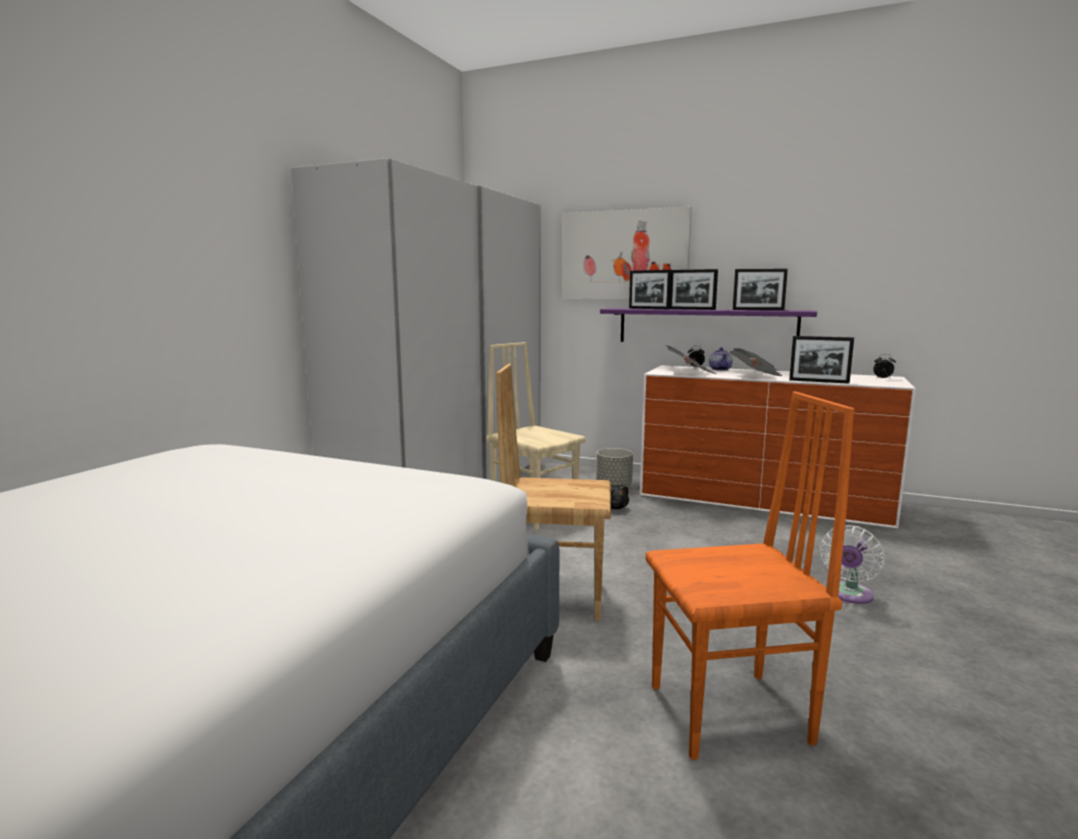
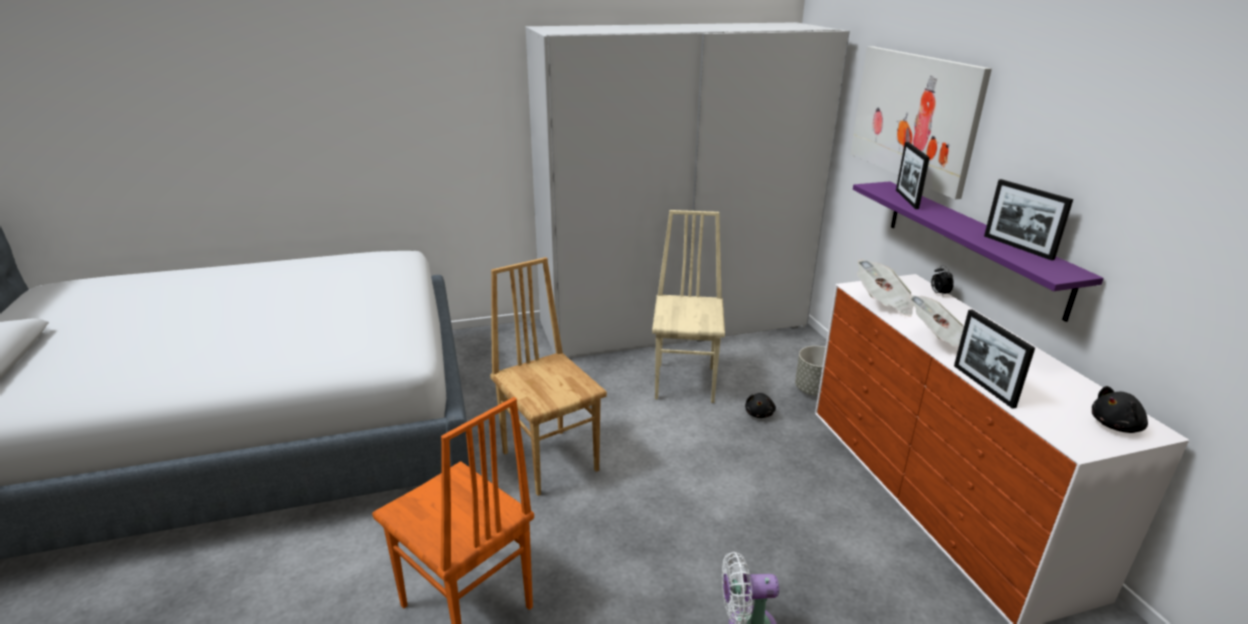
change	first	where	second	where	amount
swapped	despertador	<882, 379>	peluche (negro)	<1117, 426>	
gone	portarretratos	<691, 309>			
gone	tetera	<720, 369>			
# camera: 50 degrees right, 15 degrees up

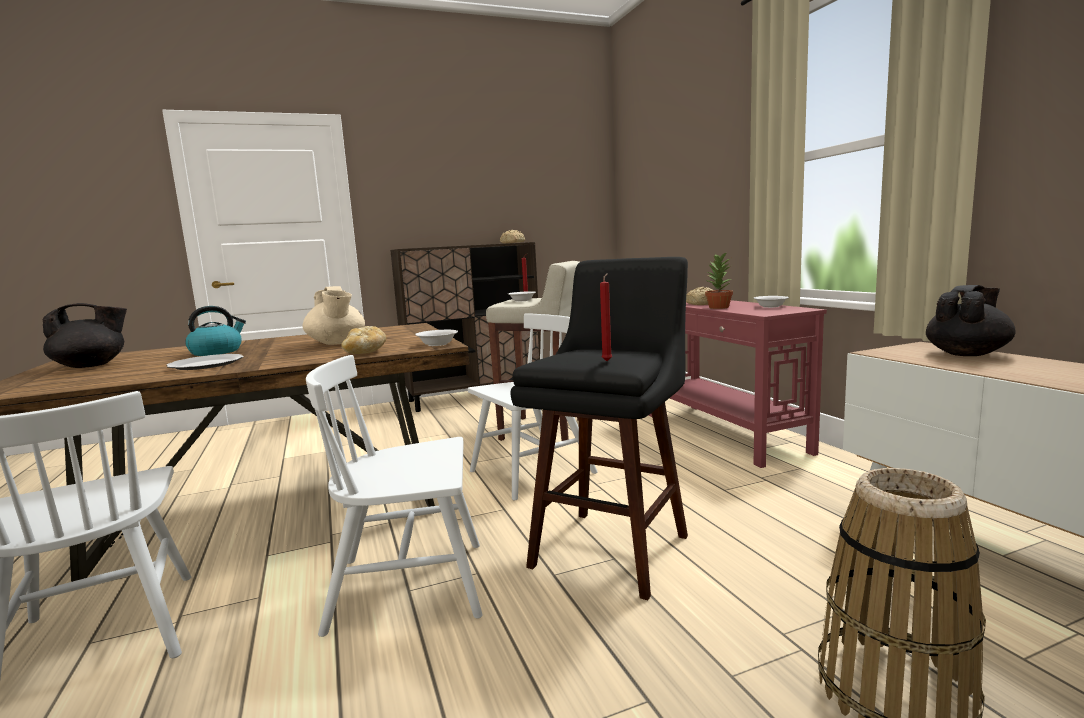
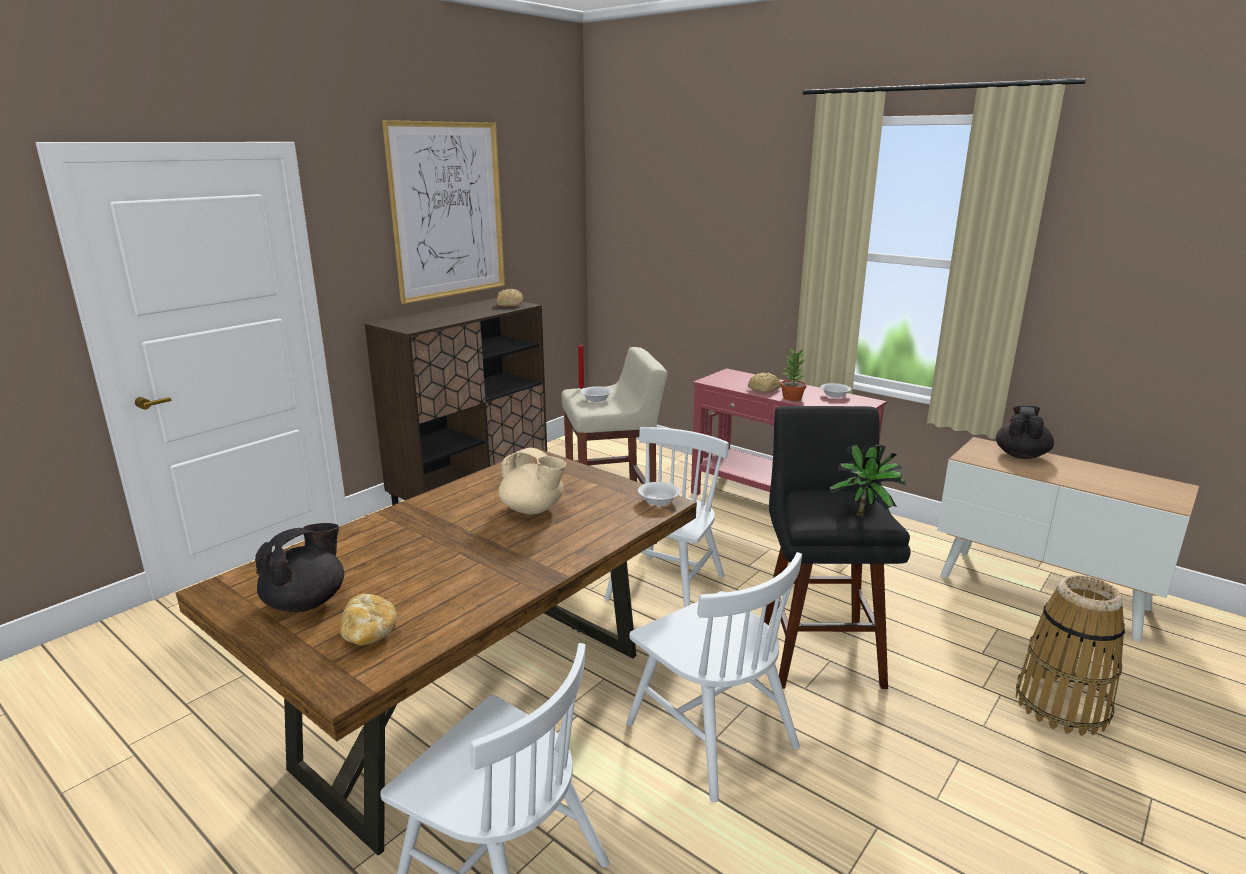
change	first	where	second	where	amount
shifted	pan	<365, 353>		<369, 634>	
new			cuadro	<447, 211>	
rotated	silla (blanco)	<410, 586>		<711, 734>	90 degrees counterclockwise
swapped	vela (rojo)	<607, 361>	planta en maceta	<865, 516>	
gone	plato	<206, 364>			
gone	hervidor	<217, 352>			
# camera: 30 degrees left, 10 degrees up

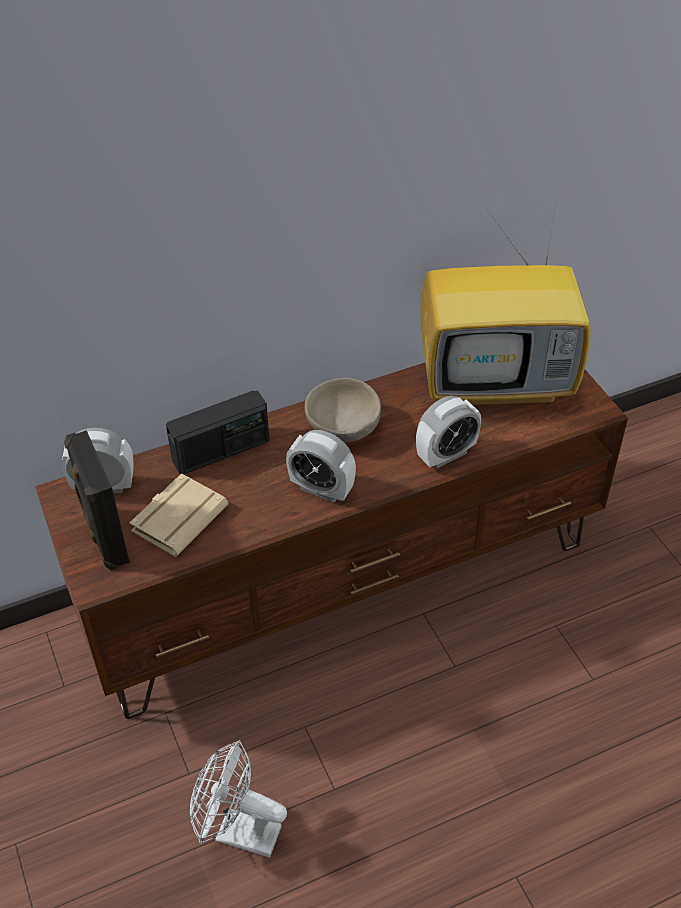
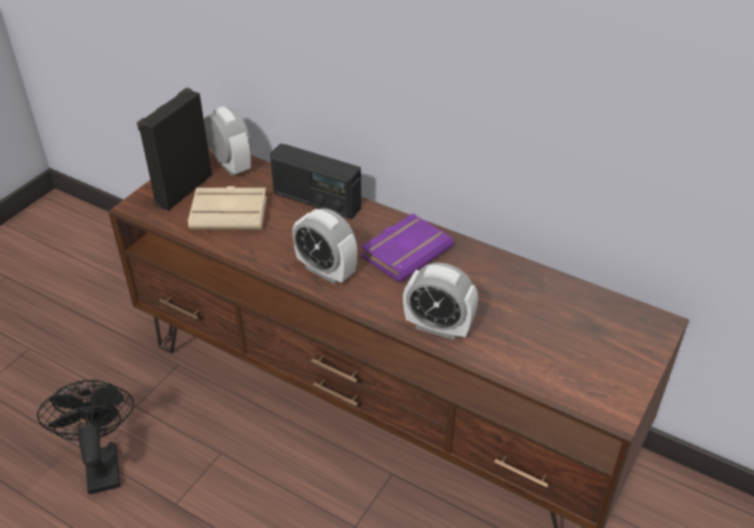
change	first	where	second	where	amount
repainted	ventilador (blanco)	<238, 832>	ventilador (negro)	<101, 463>	
rotated	despertador	<321, 489>		<326, 271>	45 degrees counterclockwise
swapped	cuenco (beis)	<342, 428>	libro (morado)	<406, 251>	
gone	televisor	<498, 382>			
# camera: 55 degrees right, 5 degrees down

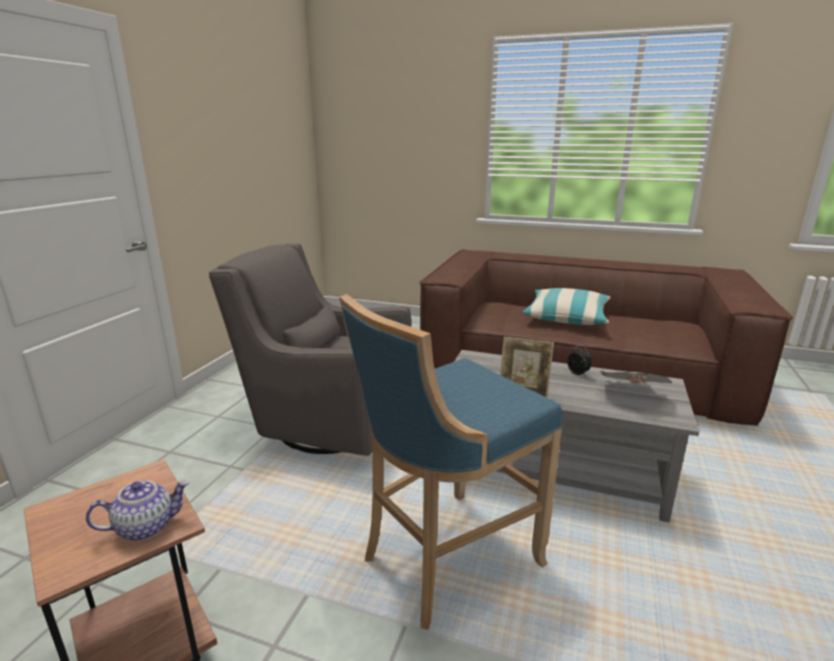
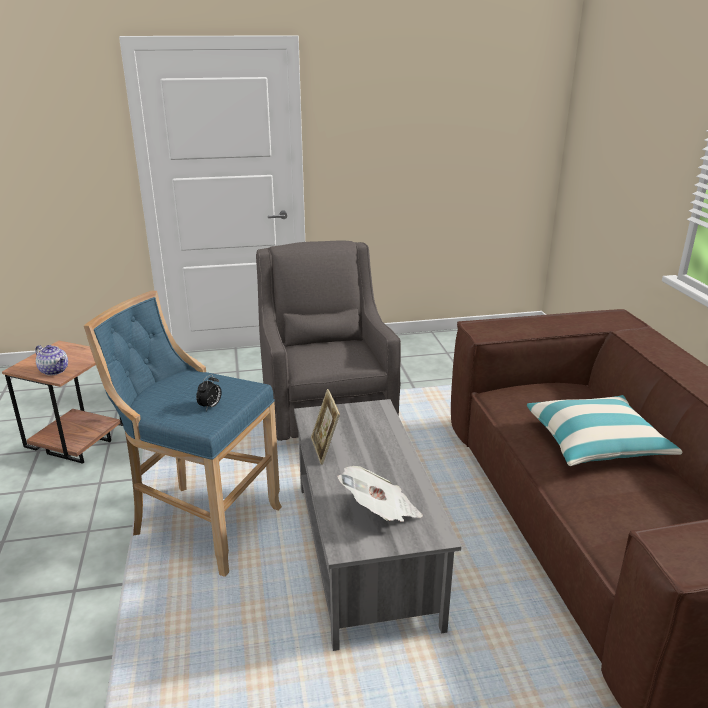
change	first	where	second	where	amount
shifted	despertador	<578, 374>		<210, 406>	
# camera: 60 degrees right, 5 degrees up

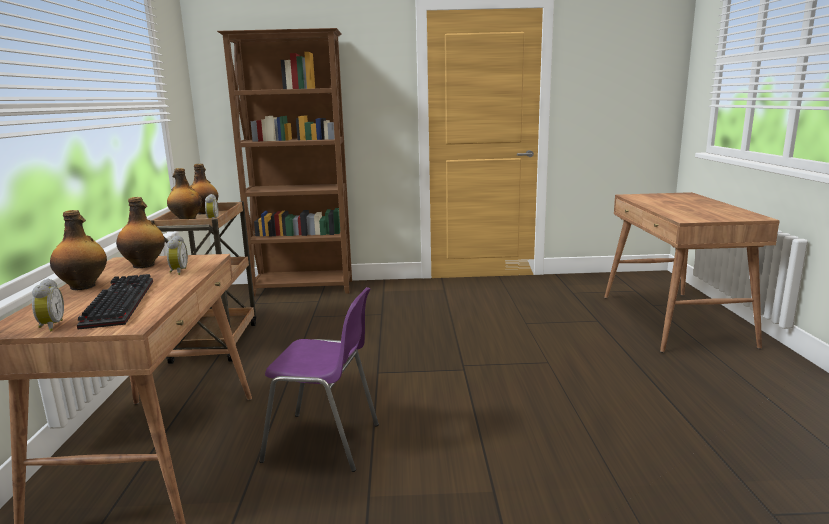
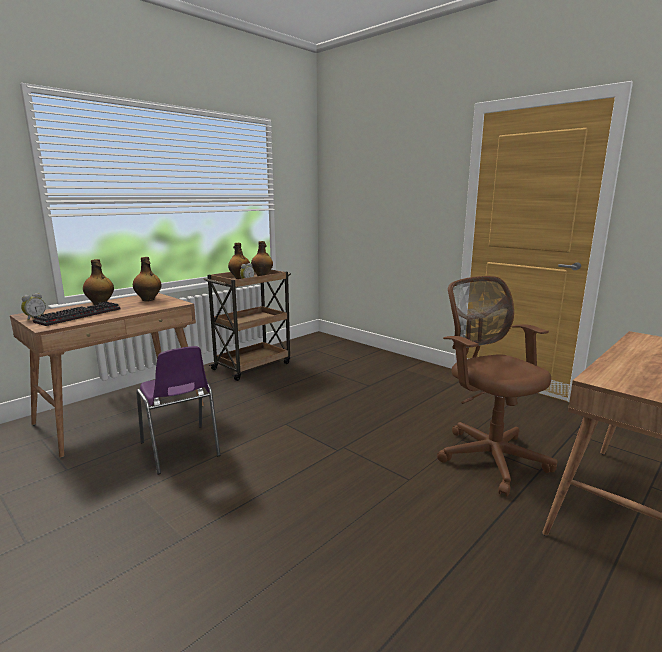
change	first	where	second	where	amount
new			silla de oficina (marrón)	<489, 456>	
gone	despertador	<177, 272>			
gone	estantería (marrón)	<304, 289>			
# camera: 45 degrees right, 0 degrees up

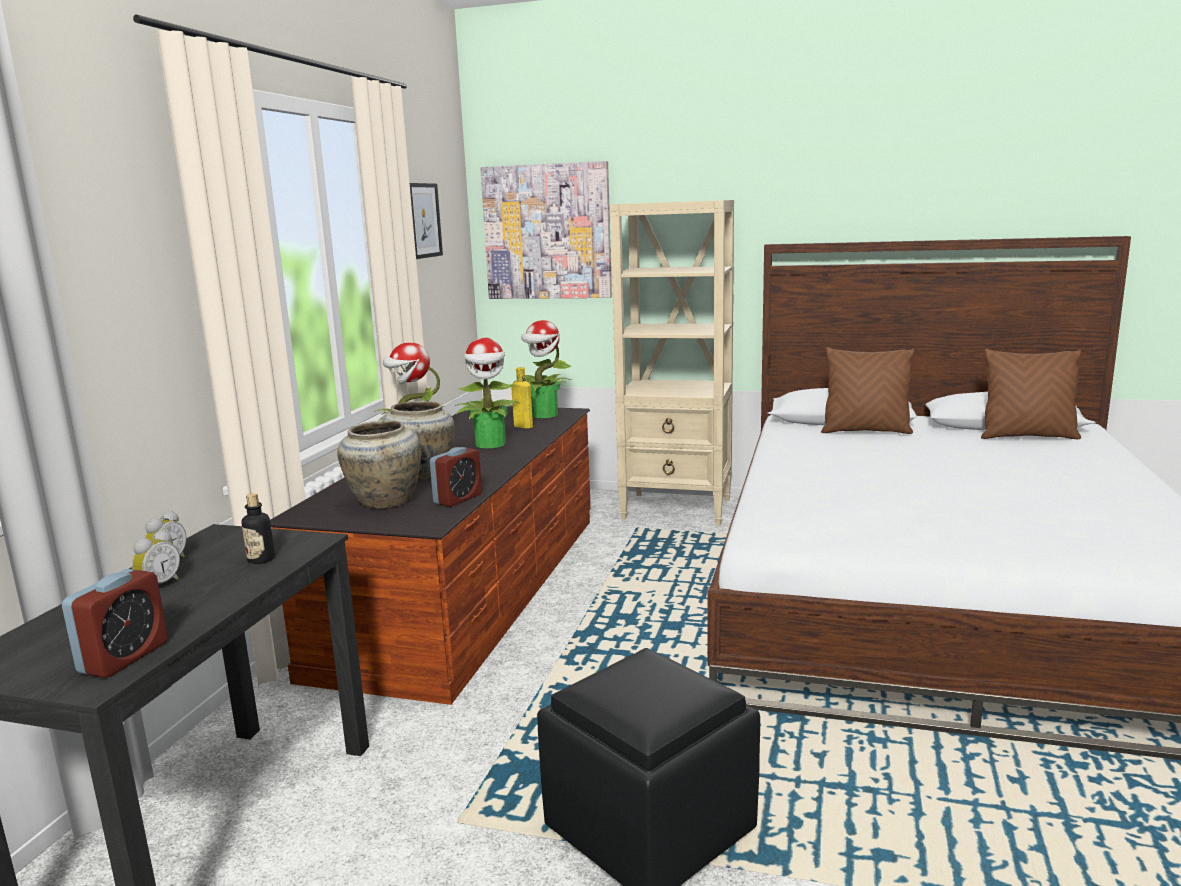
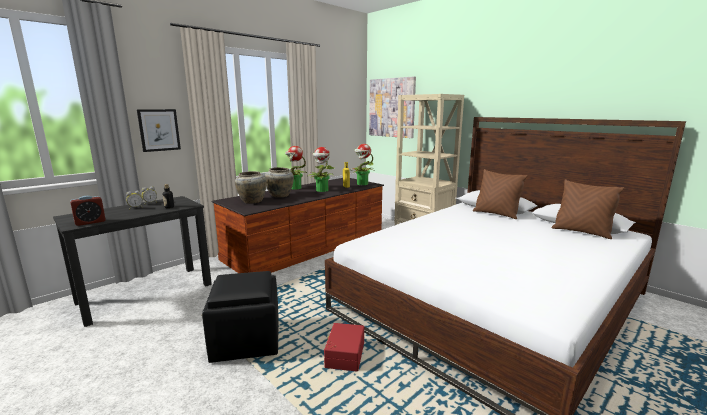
change	first	where	second	where	amount
shifted	cuadro	<423, 220>		<159, 130>	
new			caja de almacenaje (rojo)	<344, 355>	
gone	despertador	<458, 499>			
# camera: 30 degrees right, 0 degrees up

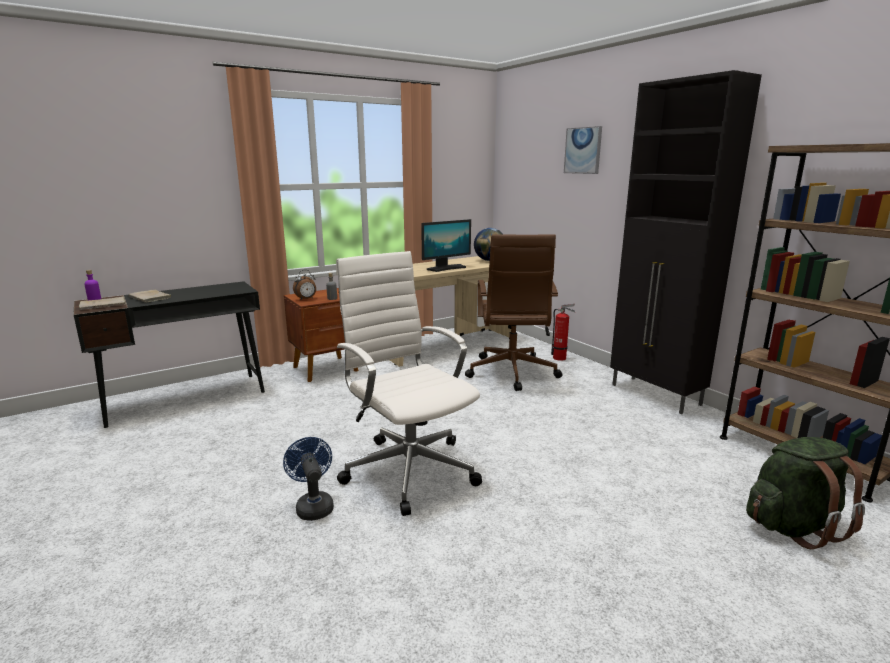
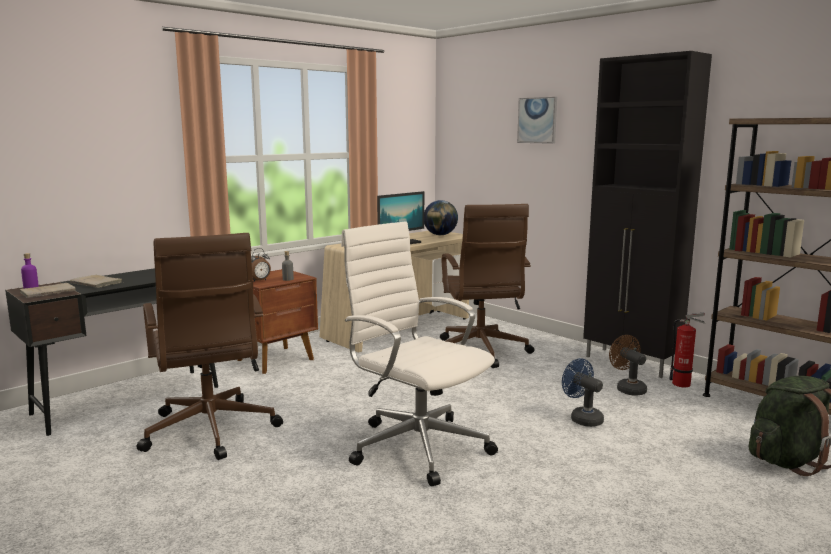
change	first	where	second	where	amount
new			silla de oficina (marrón)	<210, 432>	
shifted	ventilador (azul)	<313, 506>		<582, 418>	
new			ventilador (marrón)	<627, 388>	
shifted	extintor	<561, 358>		<683, 384>	
# camera: 10 degrees left, 5 degrees down

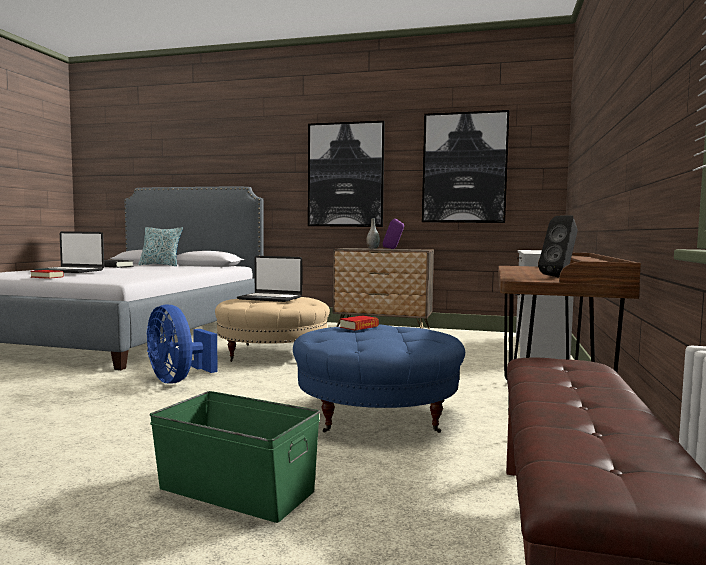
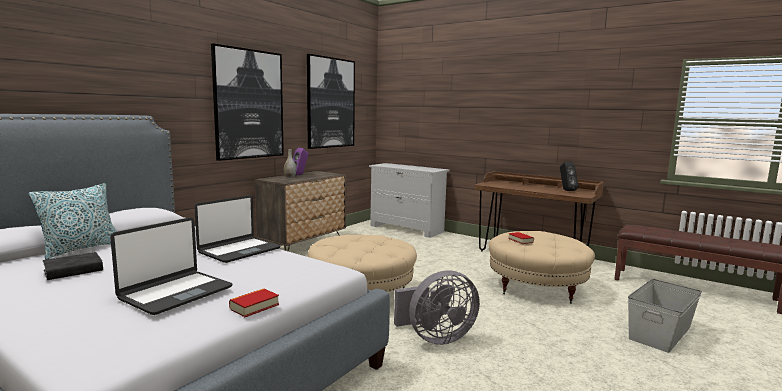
change	first	where	second	where	amount
shifted	portátil	<270, 298>		<239, 250>	
repainted	ventilador (azul)	<178, 380>	ventilador (gris)	<436, 338>	
repainted	puf (azul)	<377, 413>	puf (beis)	<536, 287>	
repainted	caja de almacenaje (verde)	<236, 489>	caja de almacenaje (gris)	<659, 333>	
# camera: 70 degrees left, 5 degrees up

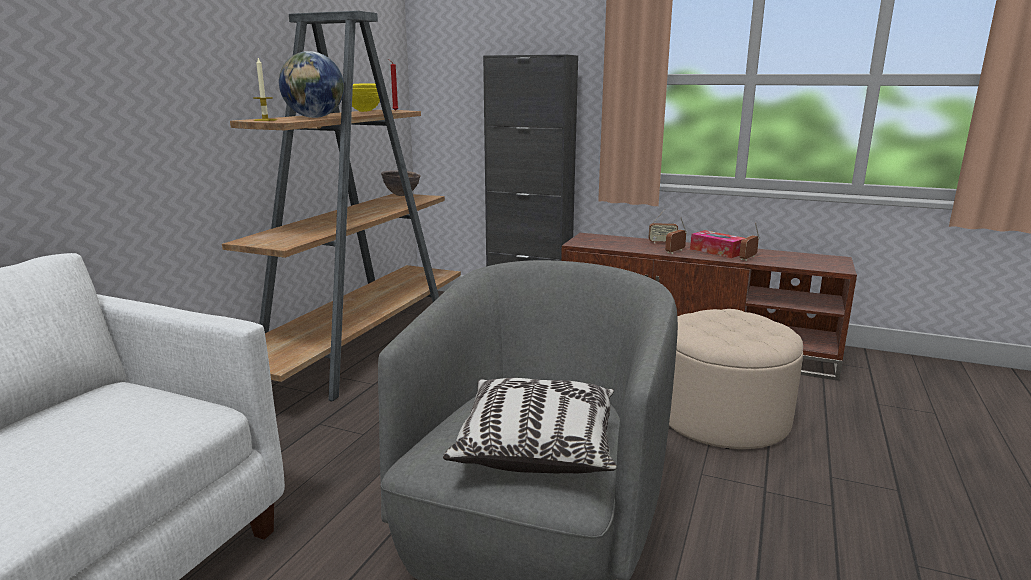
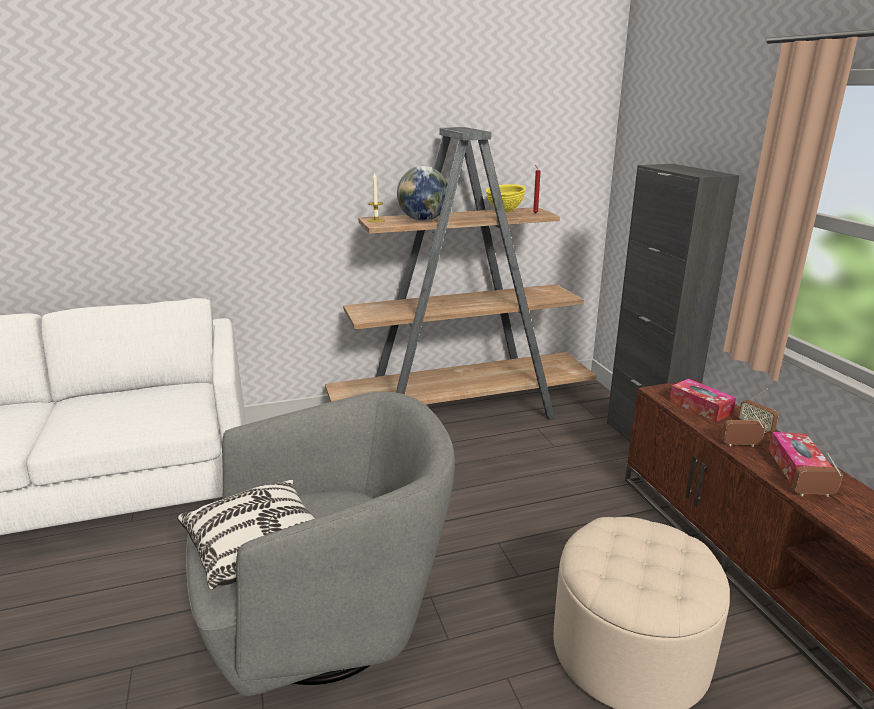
change	first	where	second	where	amount
new			caja de pañuelos	<700, 407>	
gone	cuenco (marrón)	<402, 195>			
# camera: 50 degrees right, 5 degrees up

